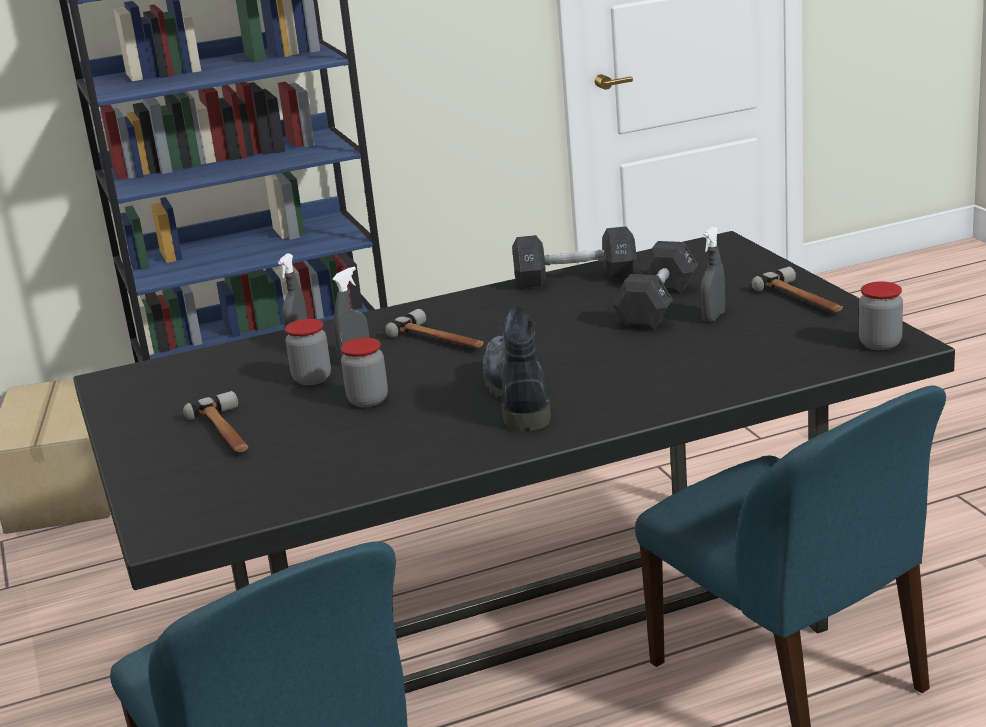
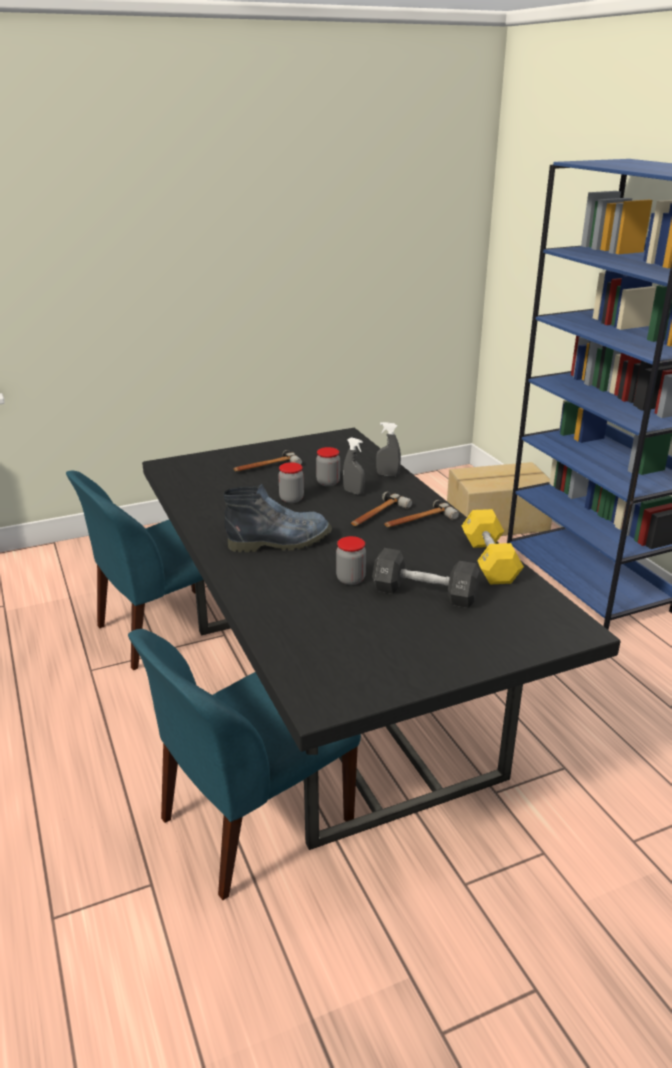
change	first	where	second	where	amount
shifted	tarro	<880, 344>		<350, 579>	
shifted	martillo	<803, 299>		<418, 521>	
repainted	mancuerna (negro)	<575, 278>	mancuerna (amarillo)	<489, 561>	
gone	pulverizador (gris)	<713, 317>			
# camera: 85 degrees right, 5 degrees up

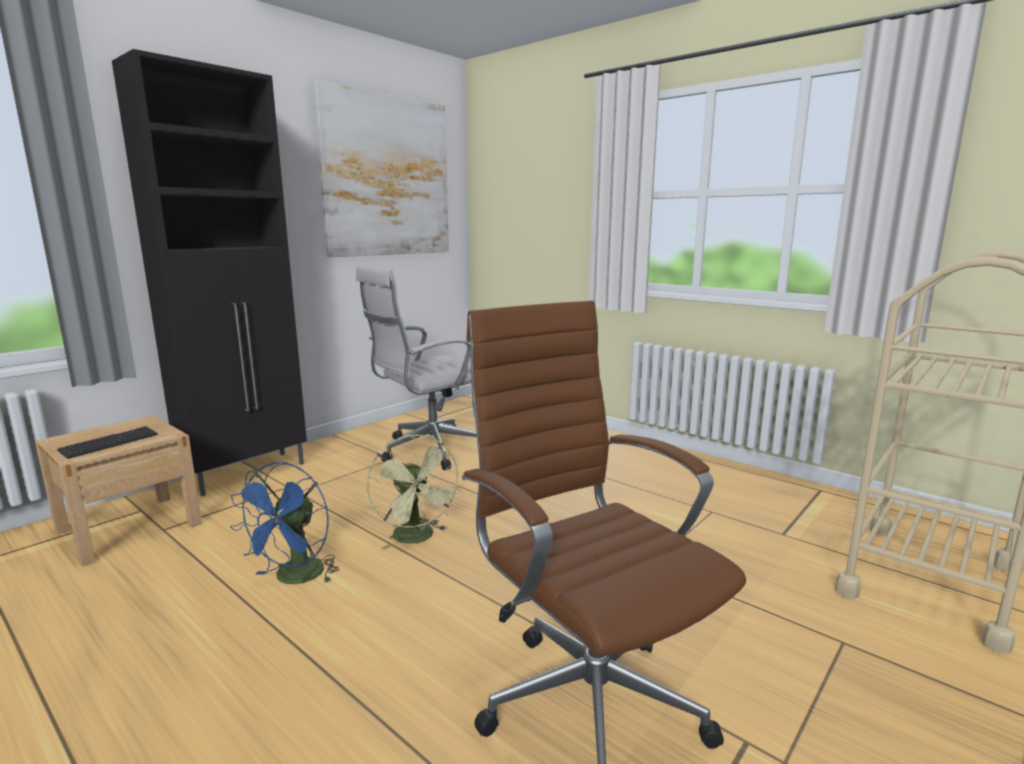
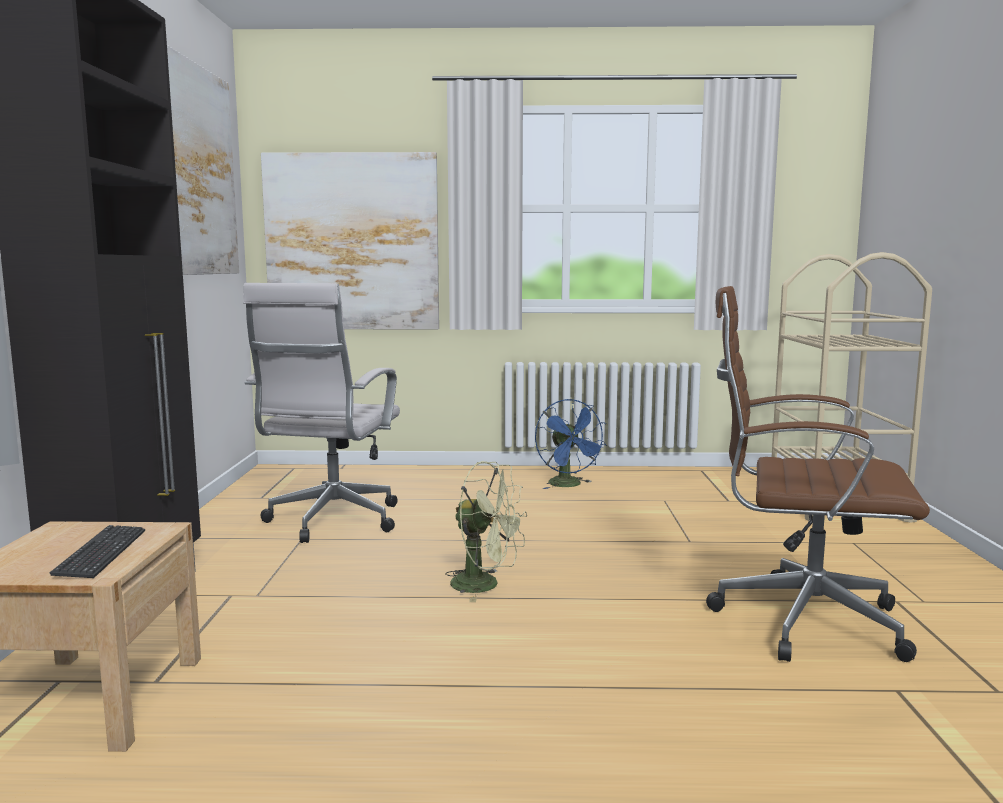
change	first	where	second	where	amount
new			cuadro	<352, 242>	
shifted	ventilador (azul)	<294, 578>		<569, 485>	
# camera: 40 degrees left, 5 degrees down

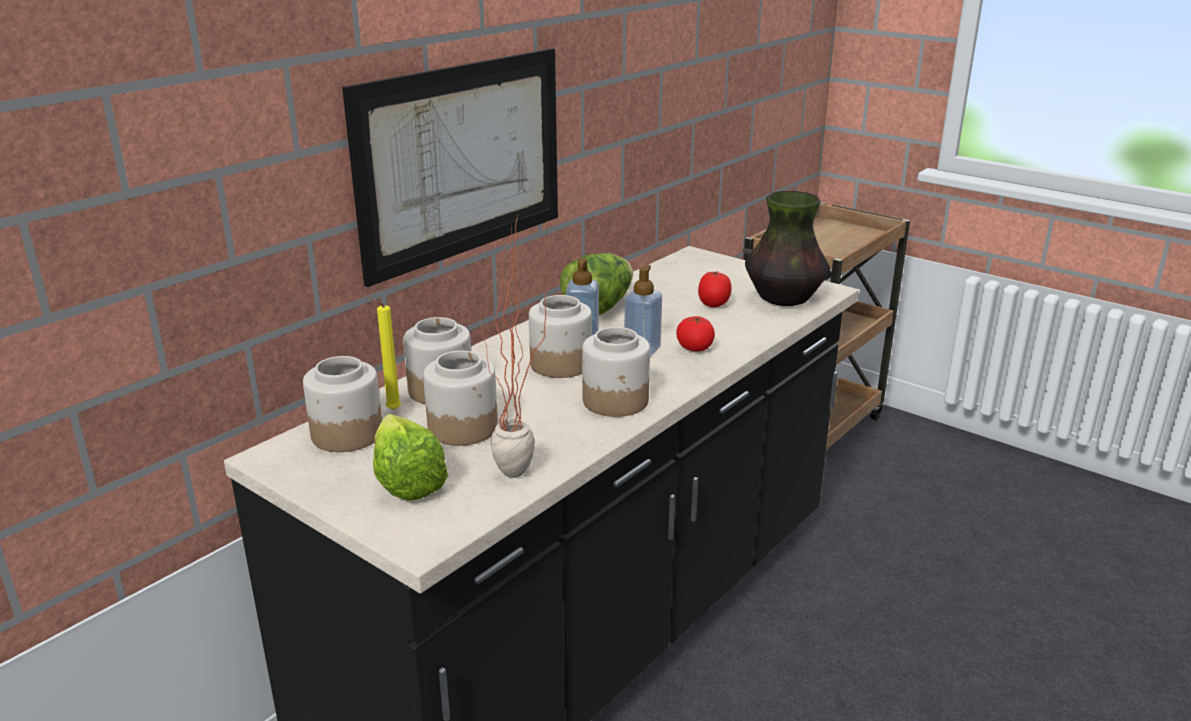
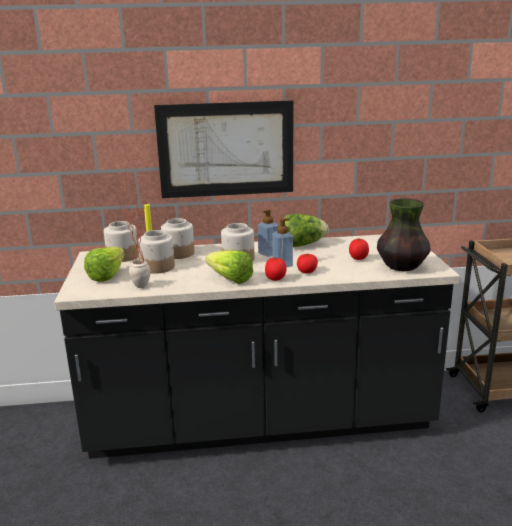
change	first	where	second	where	amount
swapped	tarro	<616, 401>	lechuga	<227, 278>	
new			tomate	<275, 279>	
# camera: 45 degrees right, 5 degrees down

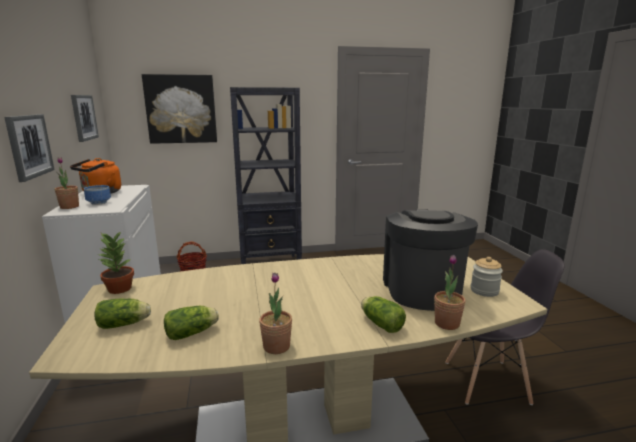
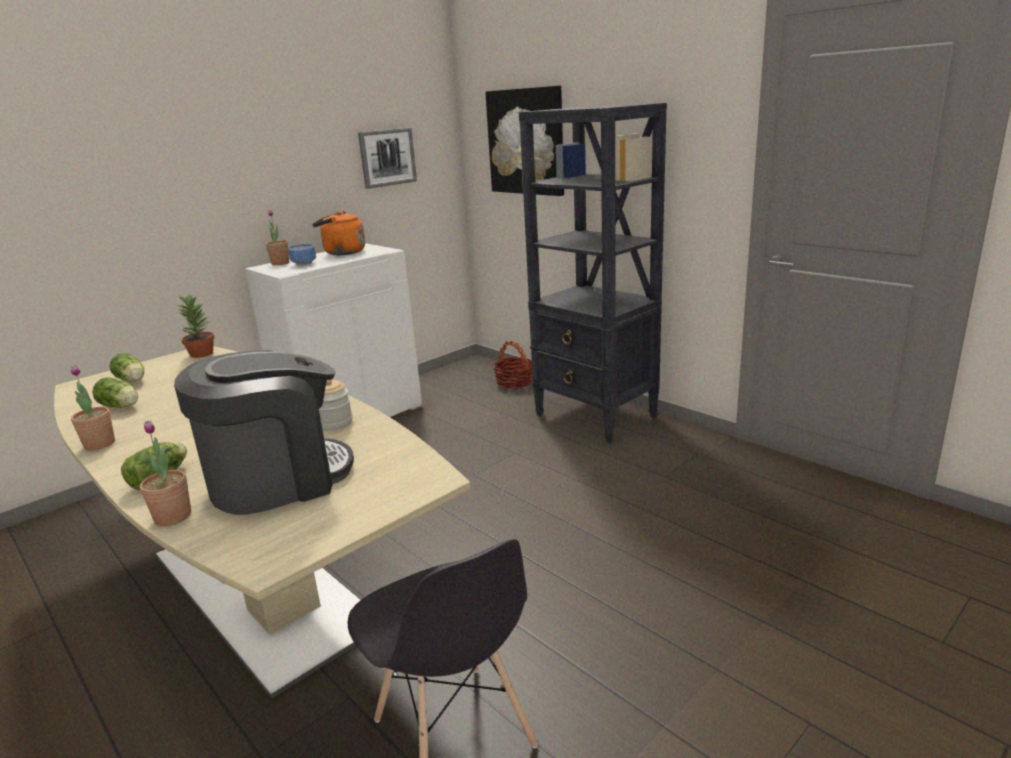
change	first	where	second	where	amount
shifted	tarro	<484, 291>		<334, 423>	
gone	cuadro	<29, 146>			
# camera: 60 degrees right, 5 degrees up

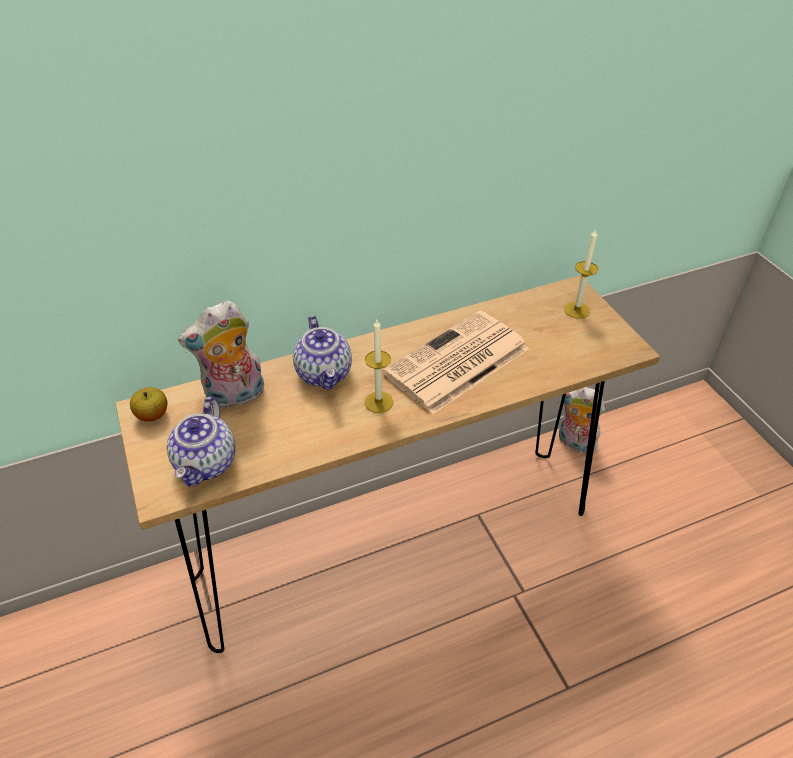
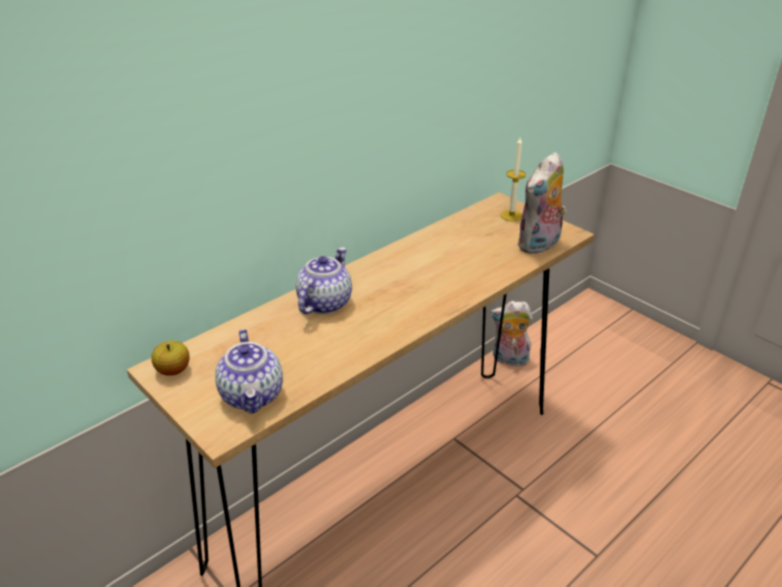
change	first	where	second	where	amount
rotated	tetera	<325, 374>		<324, 302>	120 degrees counterclockwise
shifted	peluche	<235, 397>		<539, 245>	
gone	vela	<378, 402>			
gone	periódico	<456, 363>			
# camera: 20 degrees left, 10 degrees down

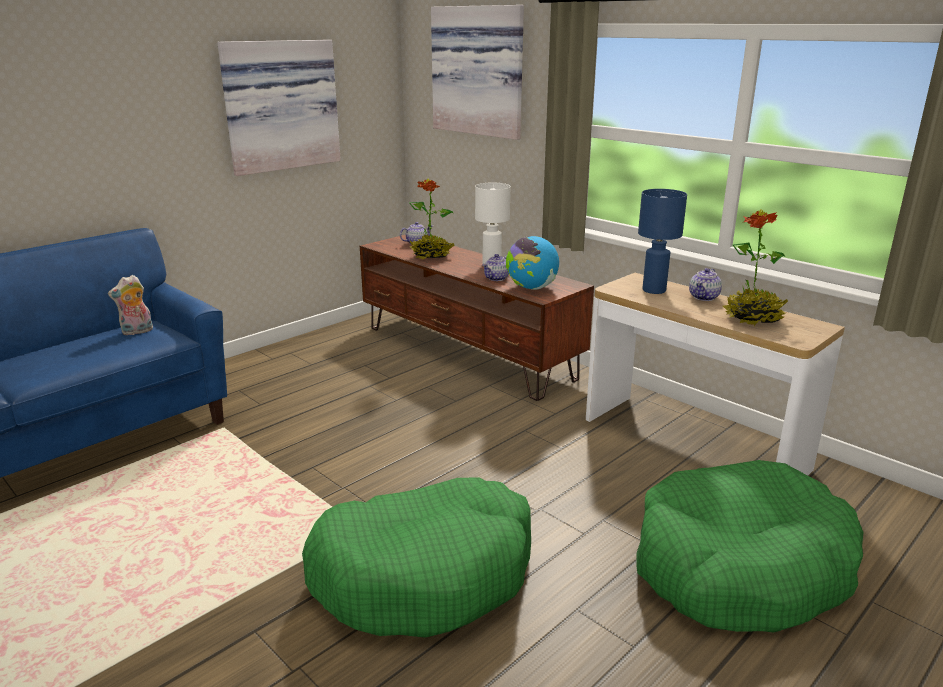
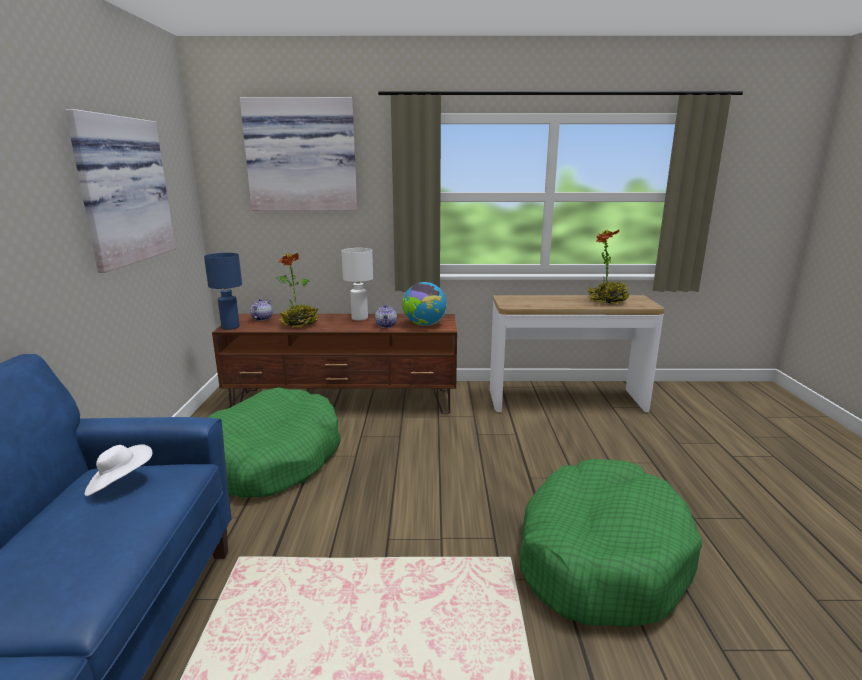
change	first	where	second	where	amount
swapped	peluche	<137, 332>	sombrero (blanco)	<120, 483>	
shifted	lámpara de mesa (azul)	<653, 290>		<230, 327>	
shifted	cama para perro (verde)	<739, 567>		<271, 459>	
gone	tetera	<704, 297>			
# camera: 45 degrees left, 5 degrees down

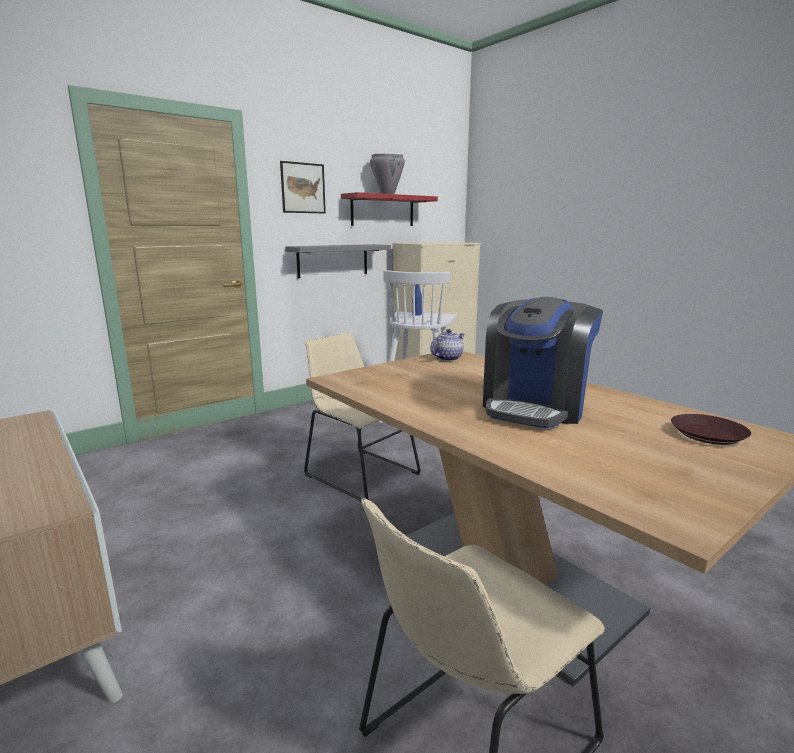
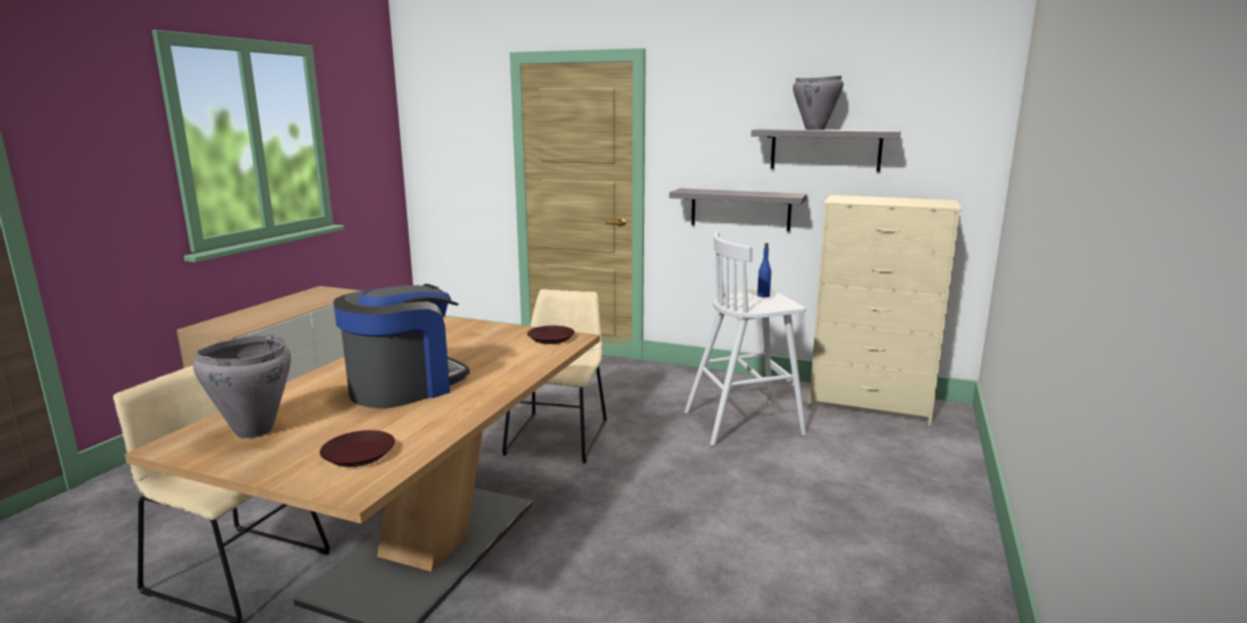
change	first	where	second	where	amount
new			olla (gris)	<253, 431>	
rotated	cafetera	<535, 407>		<405, 386>	135 degrees clockwise
swapped	tetera	<447, 358>	plato (marrón)	<551, 338>	
repainted	estante (rojo)	<382, 211>	estante (gris)	<825, 149>	
gone	cuadro	<303, 188>			
# camera: 60 degrees right, 0 degrees up

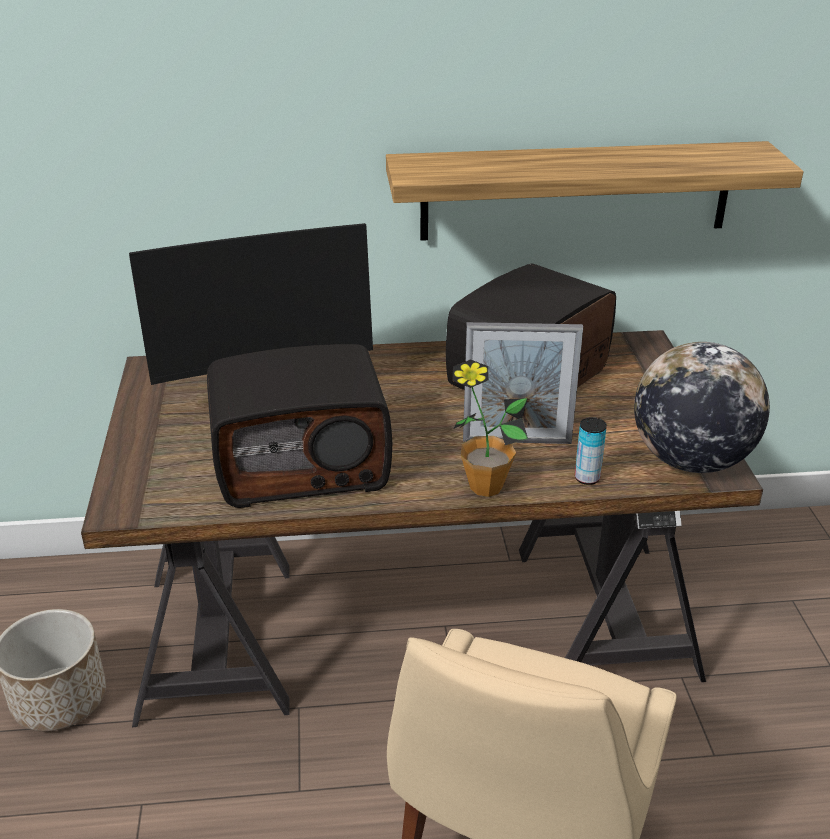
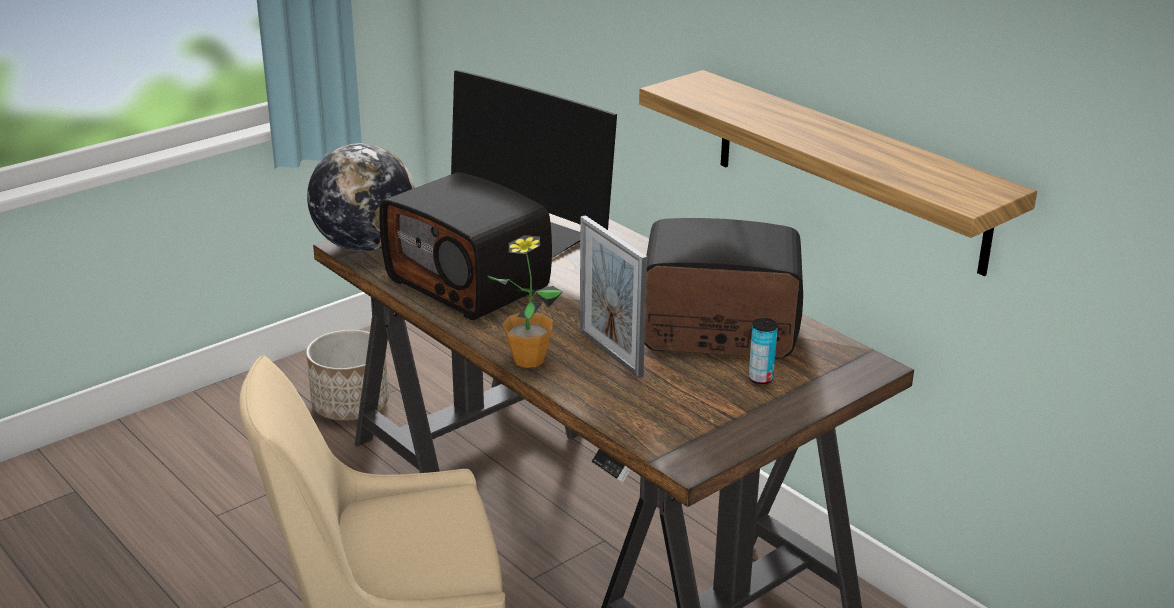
change	first	where	second	where	amount
shifted	globo terráqueo	<690, 460>		<365, 246>	
shifted	lata	<587, 478>		<760, 378>	
# camera: 55 degrees right, 5 degrees down

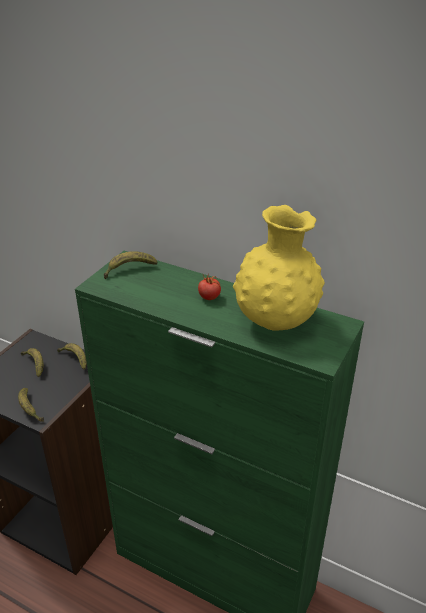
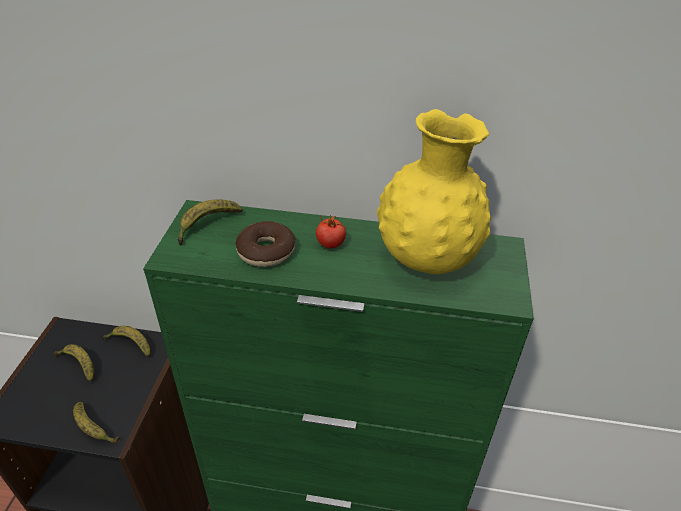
change	first	where	second	where	amount
new			rosquilla	<266, 251>	
# camera: 20 degrees left, 5 degrees up

